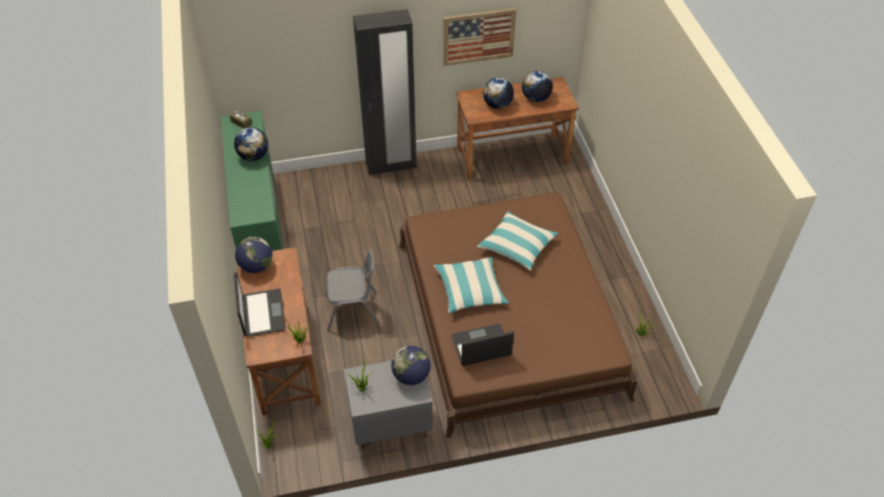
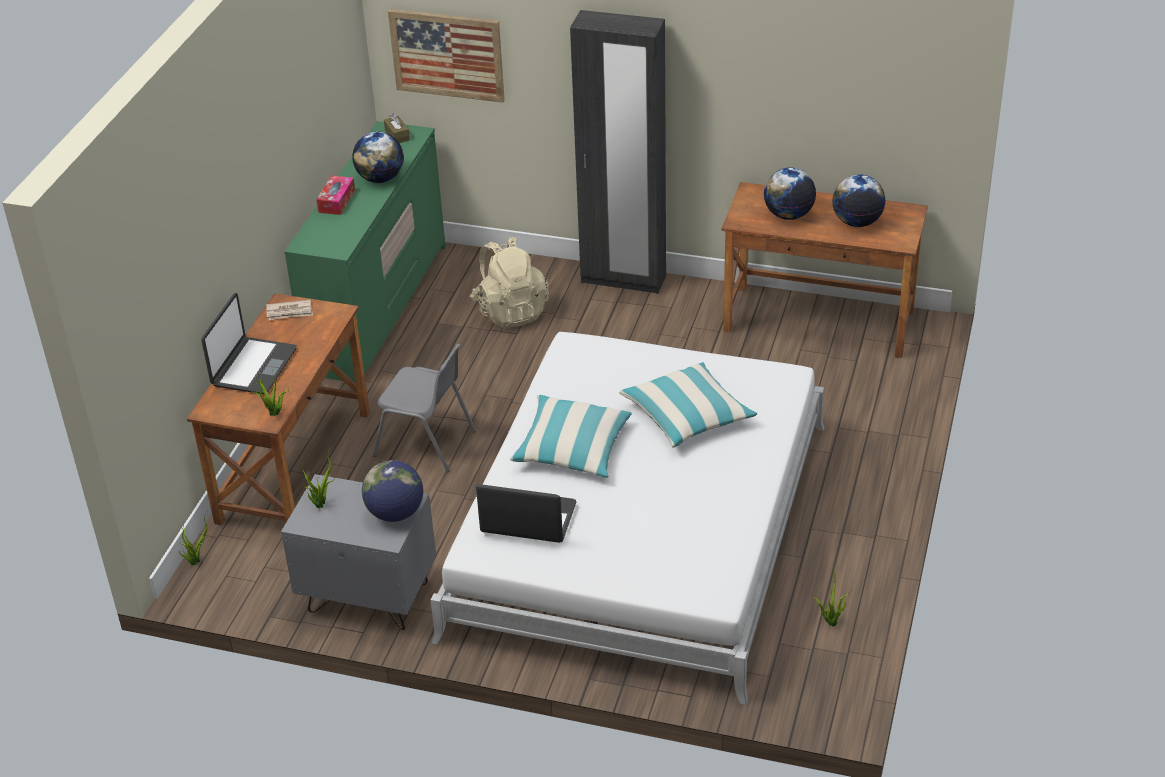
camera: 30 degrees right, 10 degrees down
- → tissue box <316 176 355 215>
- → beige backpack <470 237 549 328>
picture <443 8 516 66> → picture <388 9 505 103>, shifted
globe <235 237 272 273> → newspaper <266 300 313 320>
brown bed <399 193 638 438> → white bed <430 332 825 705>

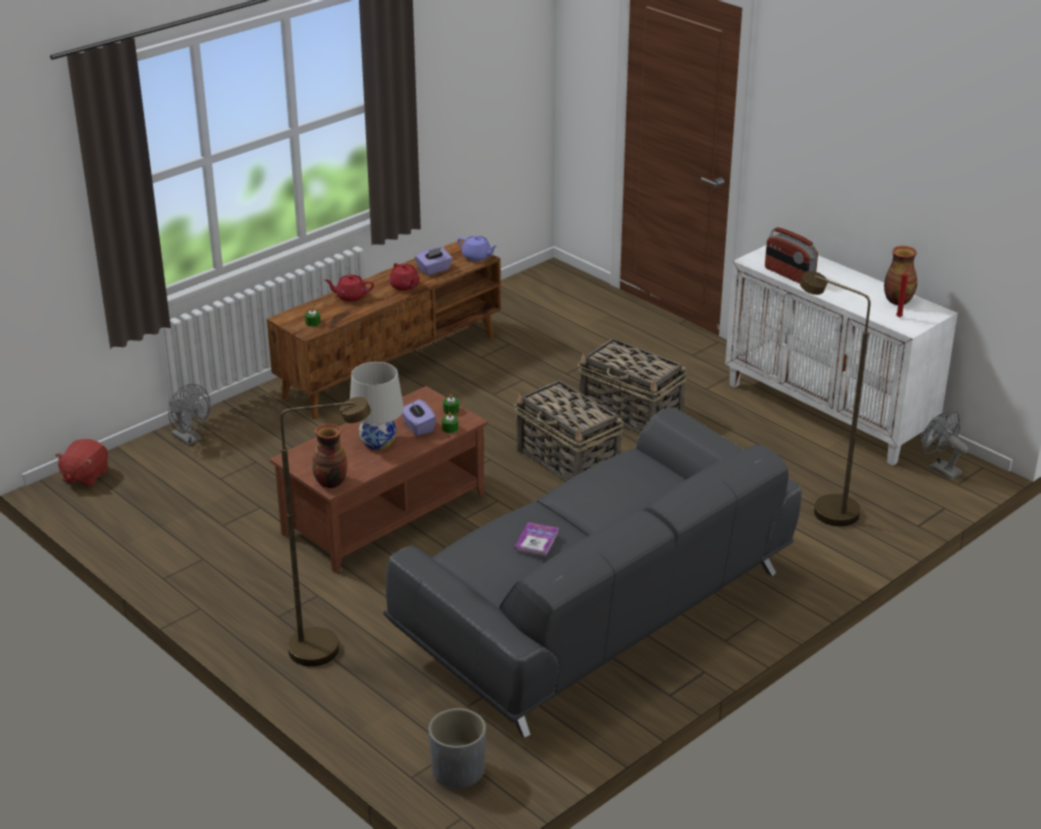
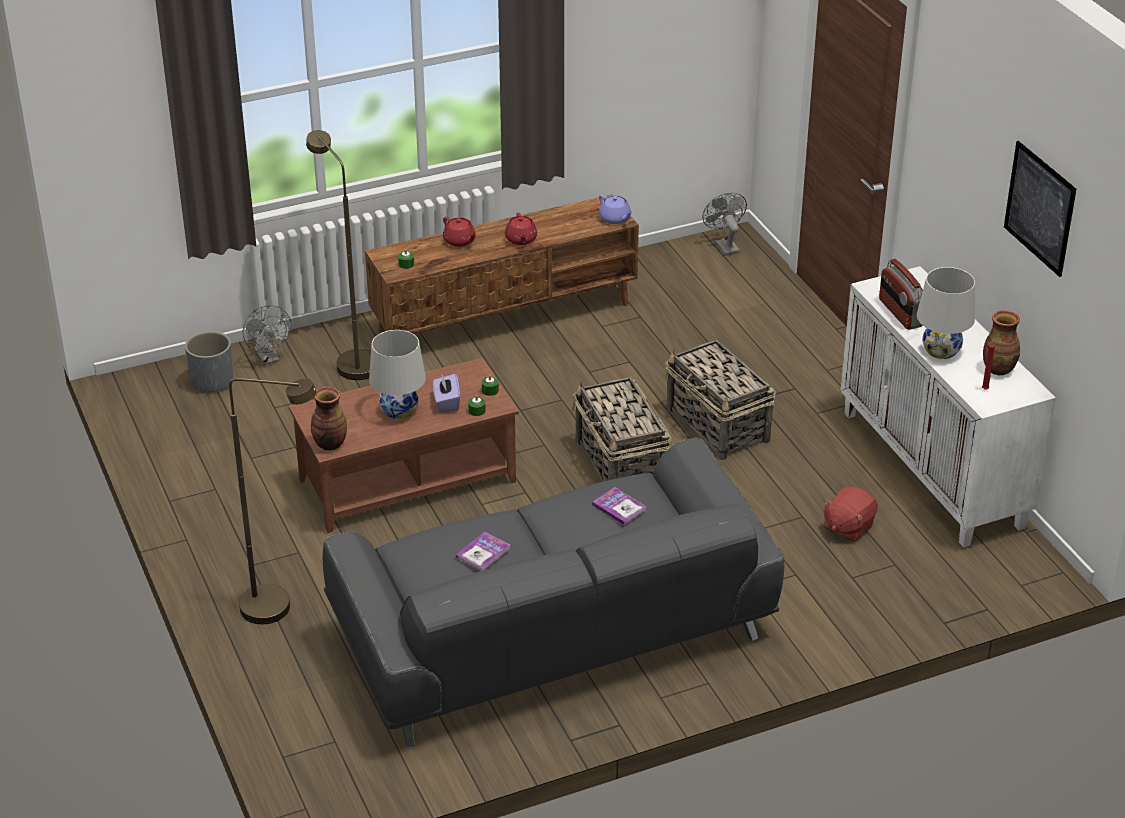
camera: 20 degrees right, 5 degrees up
purple tissue box <415 247 452 276> → -
- → book <592 487 647 525>
- → white table lamp <917 267 975 359>
- → picture <1004 141 1076 277>
red plush toy <55 439 108 487> → red plush toy <823 487 878 542>, shifted
grey planter <428 708 486 790> → grey planter <185 331 233 394>, shifted
brown floor lamp <800 271 870 526> → brown floor lamp <306 130 371 380>, shifted
grey fan <922 411 968 480> → grey fan <703 193 747 256>, shifted
red teapot <325 274 374 302> → red teapot <443 217 476 247>, 150 degrees counterclockwise

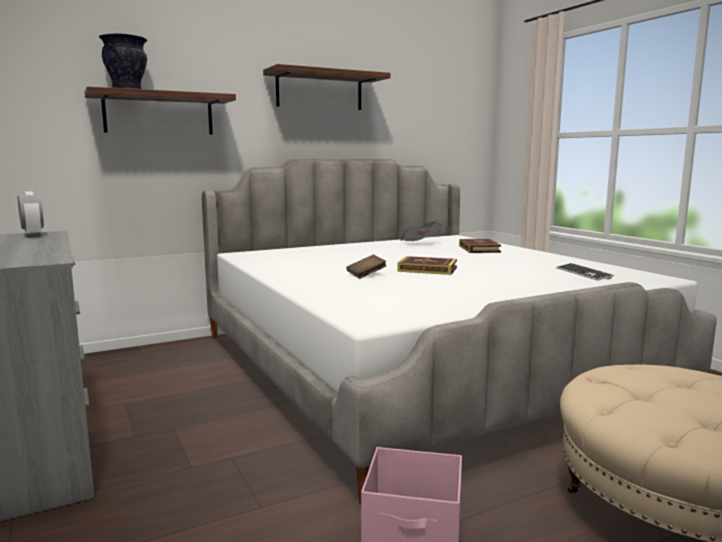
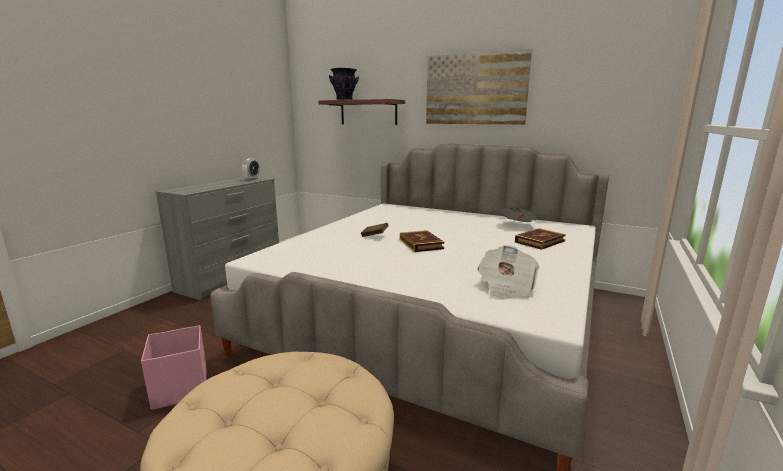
camera: 55 degrees right, 5 degrees up
shelf <263 64 391 110> → picture <426 49 532 124>
keyboard <556 263 614 281> → newspaper <477 245 540 300>

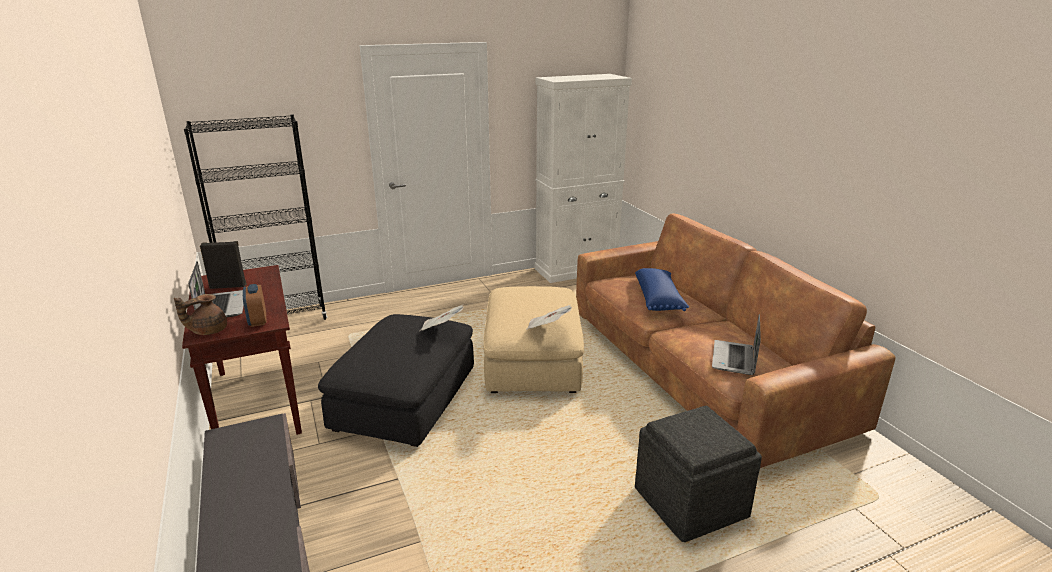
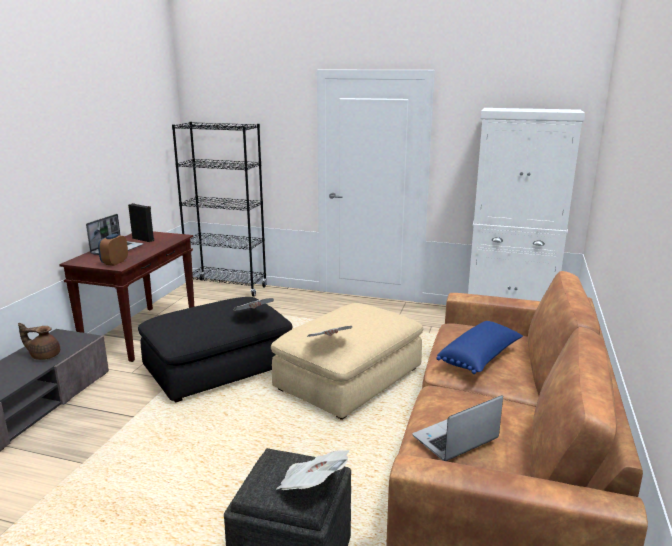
camera: 40 degrees right, 5 degrees down
- → newspaper <277 450 349 490>
brown teapot <174 294 227 335> → brown teapot <18 323 60 360>, shifted

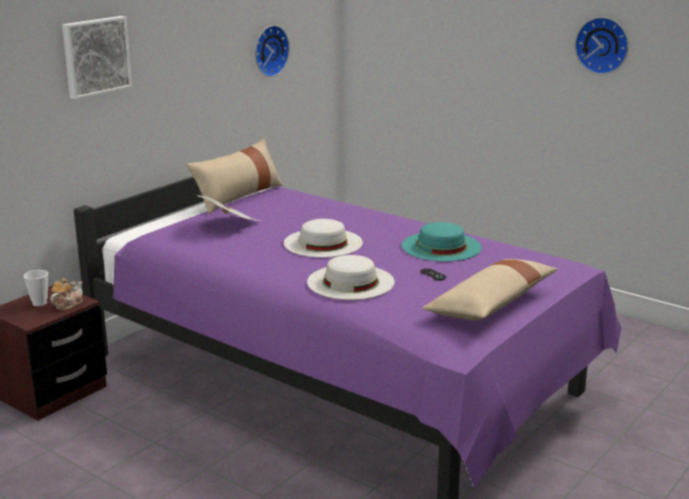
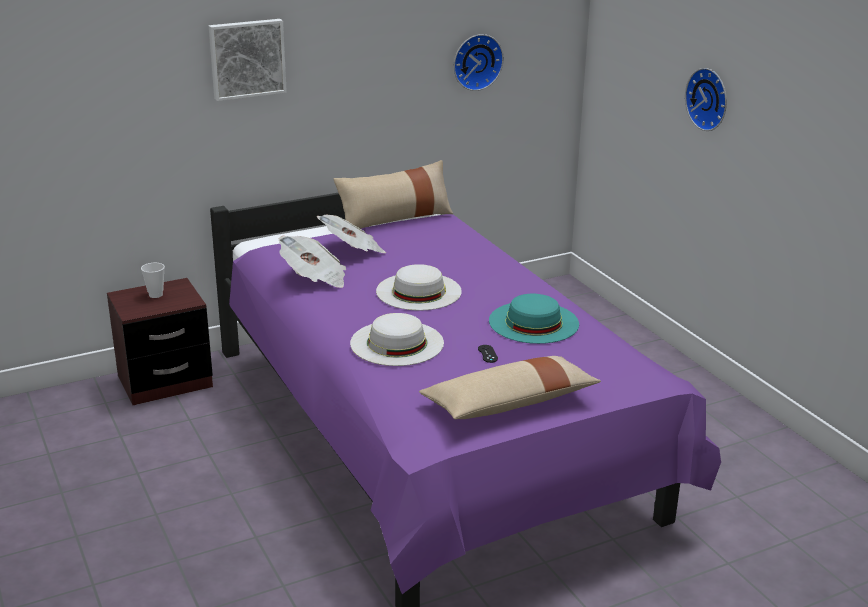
camera: 25 degrees right, 5 degrees up
teapot <50 278 83 310> → -
- → newspaper <279 236 346 288>
wall clock <575 17 629 74> → wall clock <685 68 727 131>, shifted

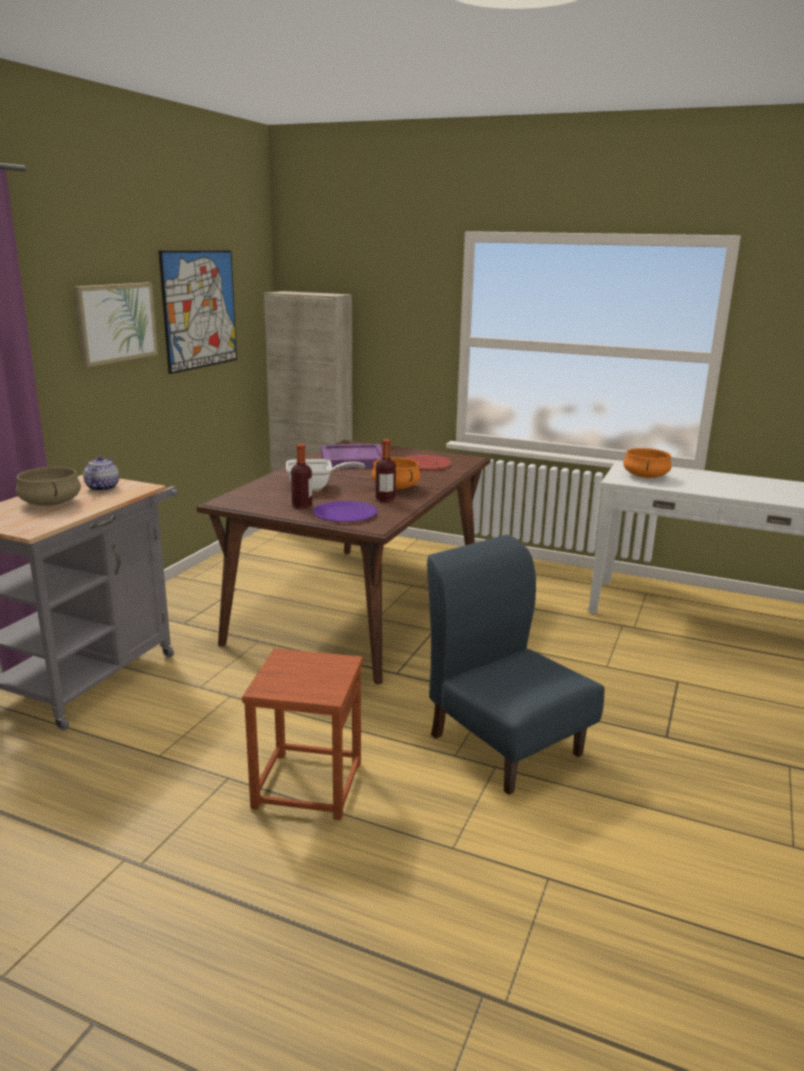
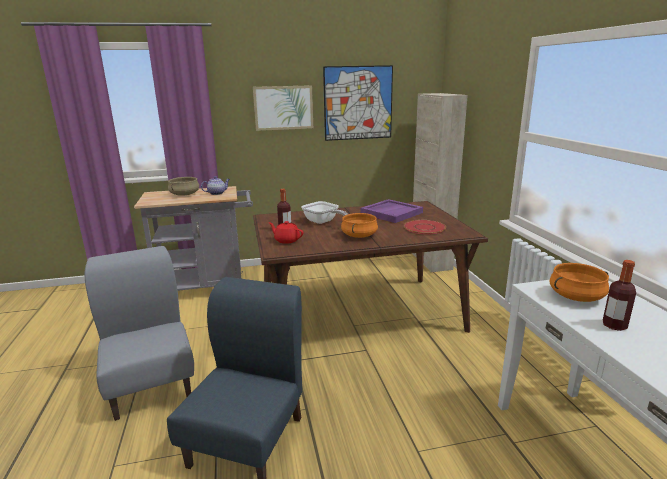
camera: 55 degrees right, 0 degrees up
bottle <376 439 396 502> → bottle <603 260 636 331>, shifted
brown stool <242 648 363 820> → grey chair <85 246 194 421>
purple plate <313 501 377 522> → red teapot <269 221 303 244>

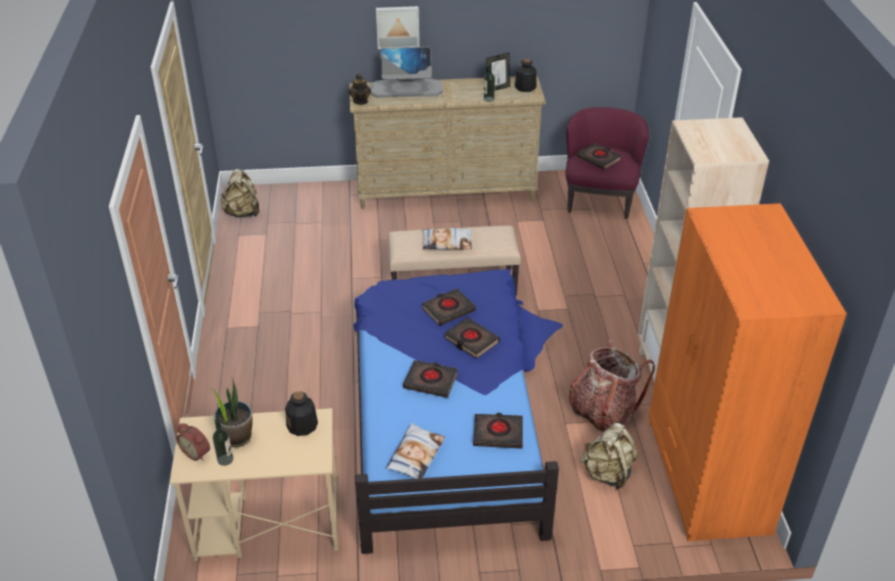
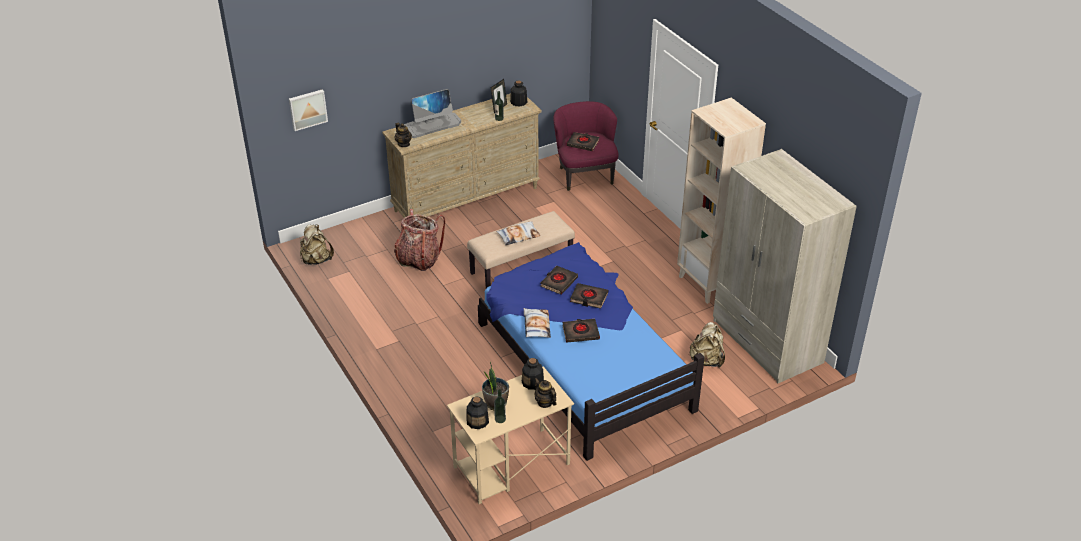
camera: 25 degrees left, 0 degrees up
black book <473 413 523 449> → -
- → teapot <535 378 557 408>
picture <376 6 419 49> → picture <289 89 328 131>, shifted
pillow <386 423 445 479> → pillow <524 308 551 338>, shifted
backpack <569 337 655 432> → backpack <394 209 445 271>, shifted
alarm clock <177 423 210 461> → bottle <466 396 489 429>
orange wardrobe <649 203 847 541> → beige wardrobe <713 149 857 383>

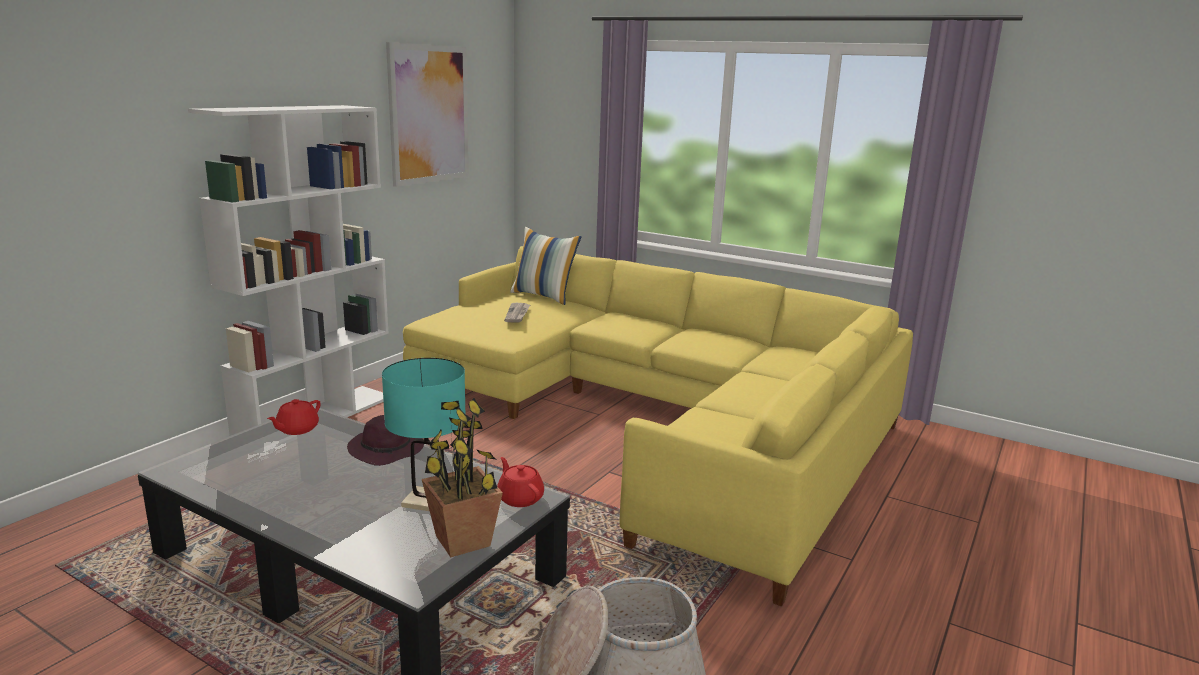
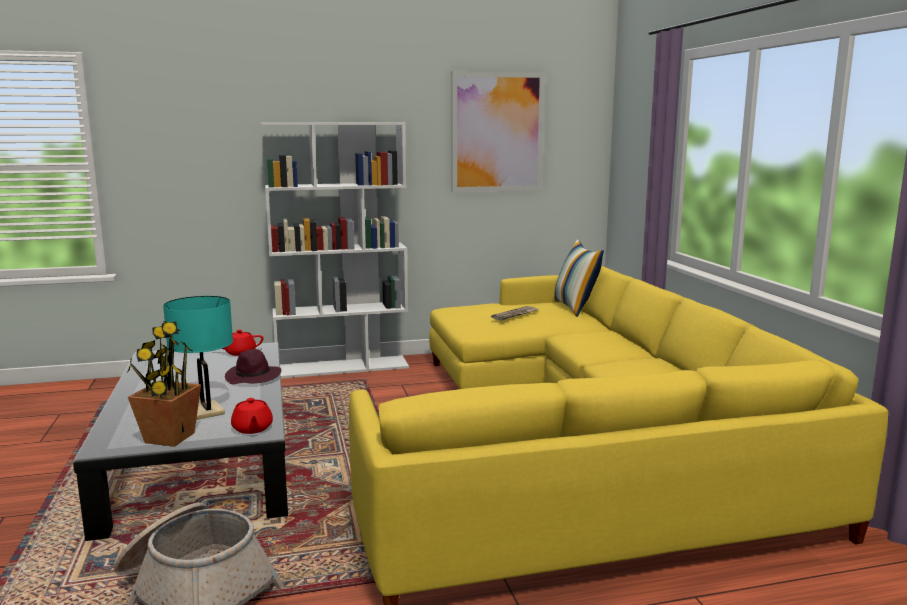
camera: 45 degrees right, 5 degrees down
red teapot <497 457 544 507> → red teapot <231 398 273 434>, 150 degrees clockwise

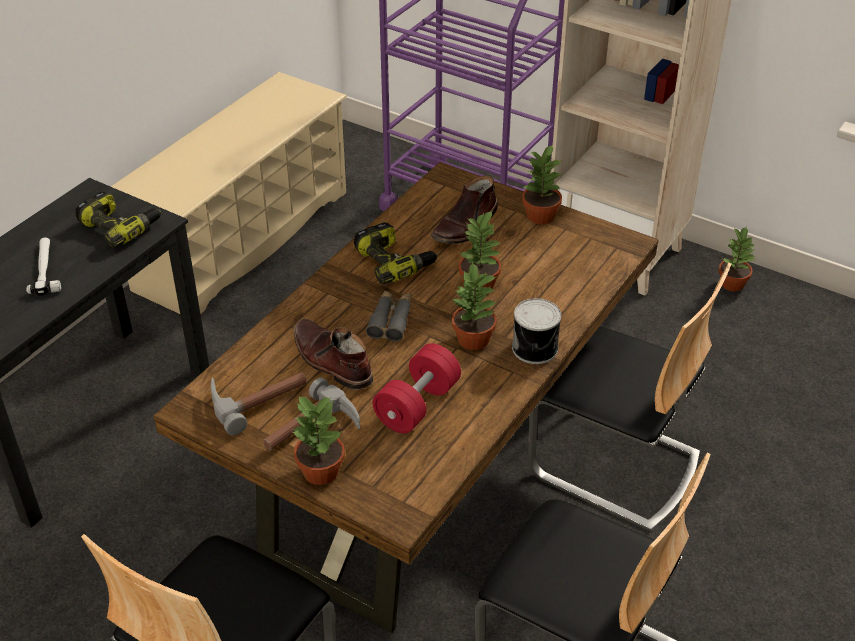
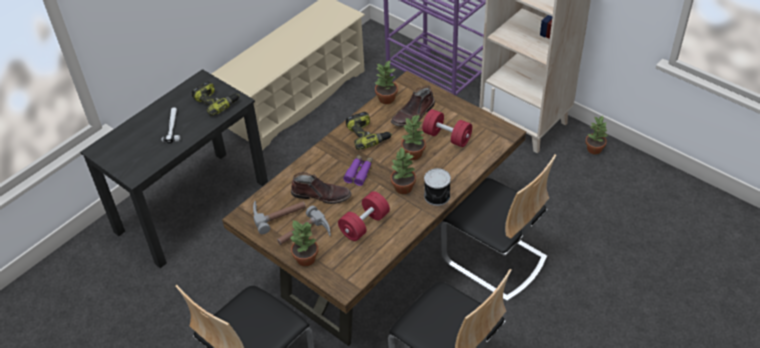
camera: 10 degrees right, 5 degrees up
- → red dumbbell <422 109 472 147>
potted plant <522 144 562 224> → potted plant <375 61 398 104>, shifted
grey binoculars <366 290 412 342> → purple binoculars <343 155 373 186>
brown boot <294 319 373 390> → brown boot <291 172 352 204>, 135 degrees clockwise

